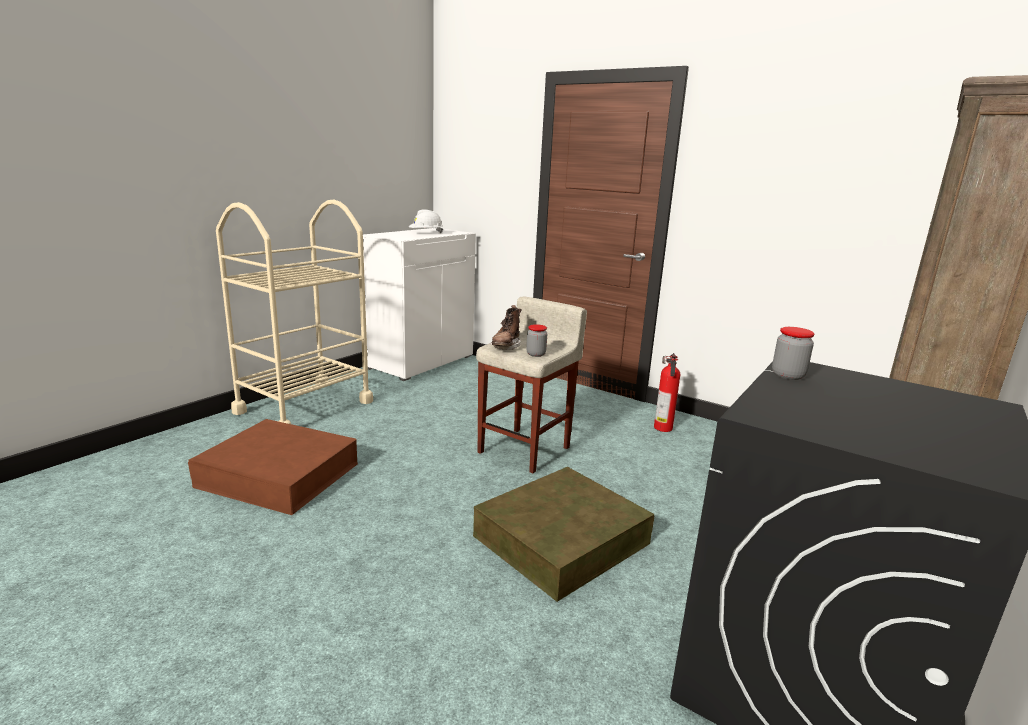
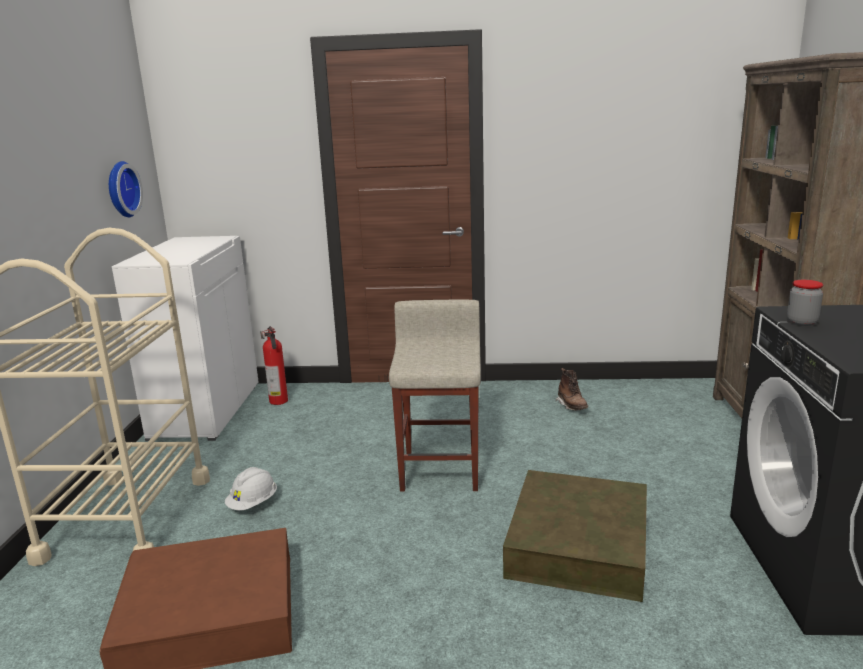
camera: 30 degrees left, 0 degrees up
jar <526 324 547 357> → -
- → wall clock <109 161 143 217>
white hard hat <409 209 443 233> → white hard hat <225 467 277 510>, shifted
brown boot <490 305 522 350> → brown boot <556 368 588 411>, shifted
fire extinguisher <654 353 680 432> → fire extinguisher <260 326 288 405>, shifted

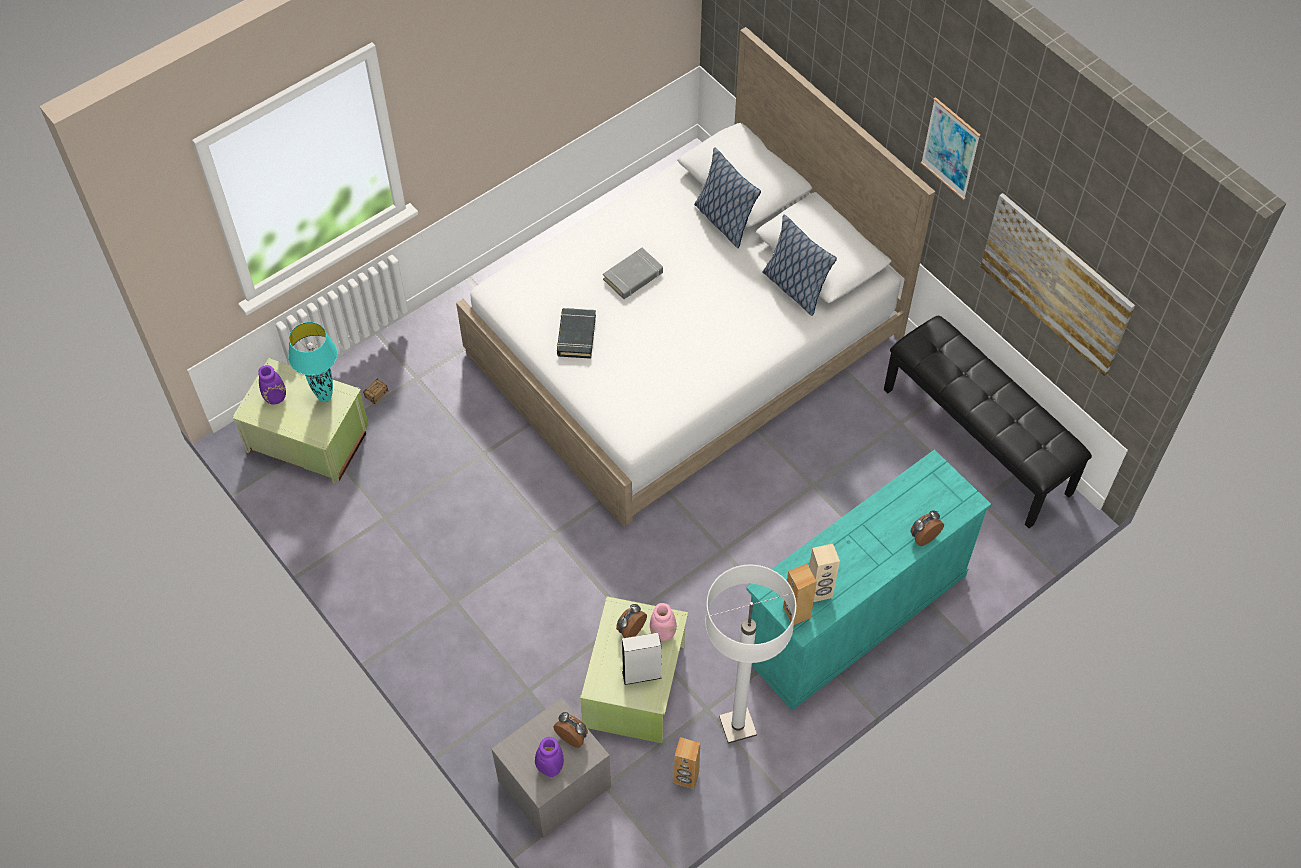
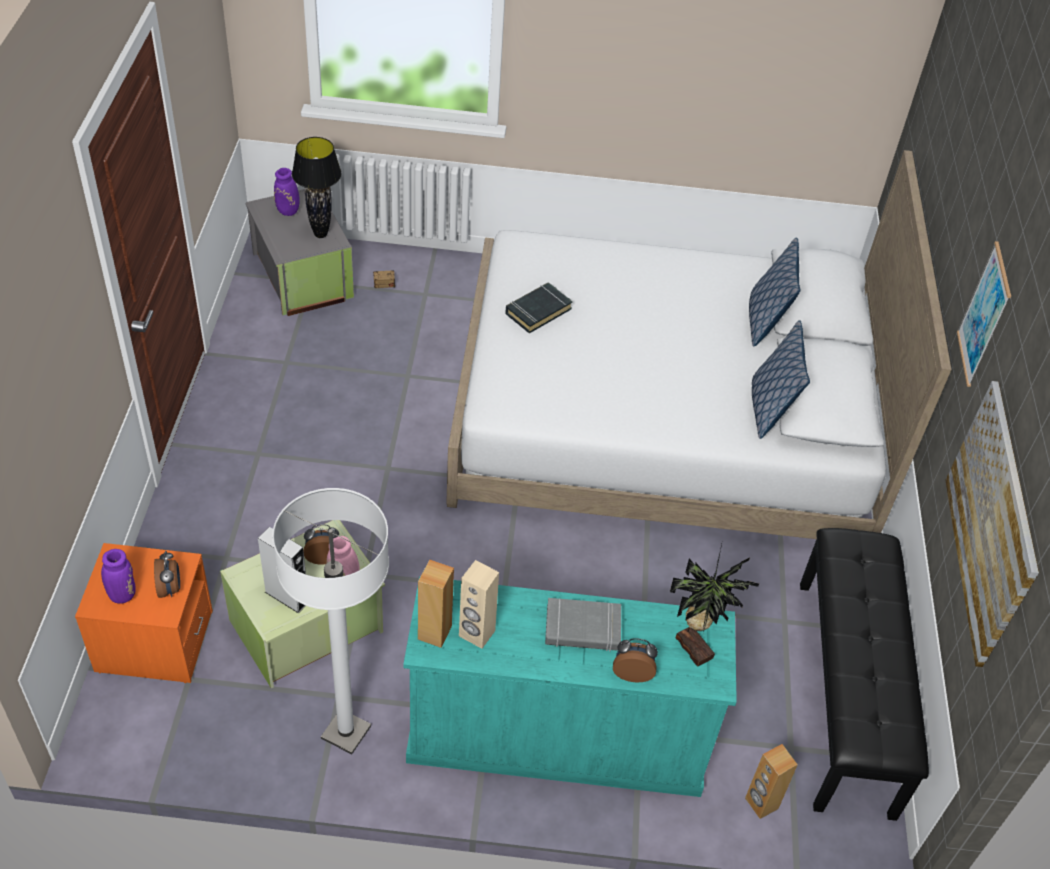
camera: 40 degrees right, 10 degrees down
- → potted plant <670 544 759 667>
grey book <603 248 663 299> → grey book <545 598 621 651>, shifted
brown speaker <674 737 700 789> → brown speaker <745 744 798 819>, shifted
green storage box <233 358 369 483> → grey storage box <246 189 354 316>
turquoise table lamp <288 322 337 402> → black table lamp <292 137 342 238>
grey nightstand <491 698 611 838> → orange nightstand <75 543 213 683>

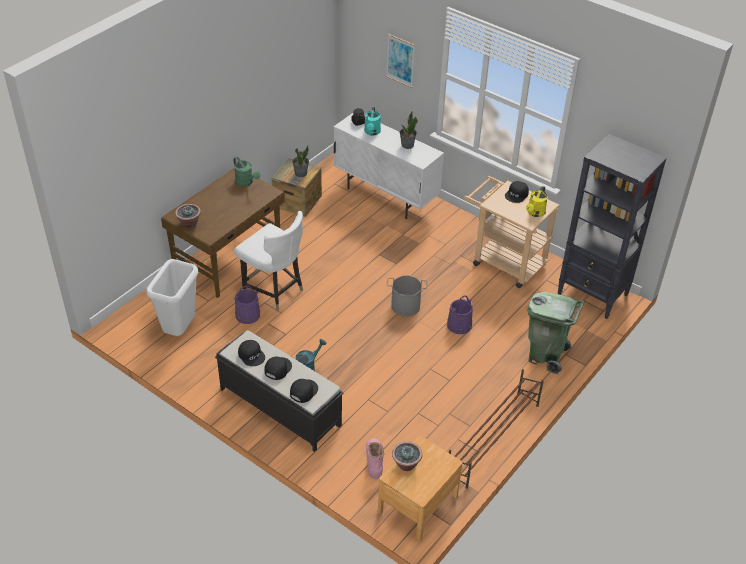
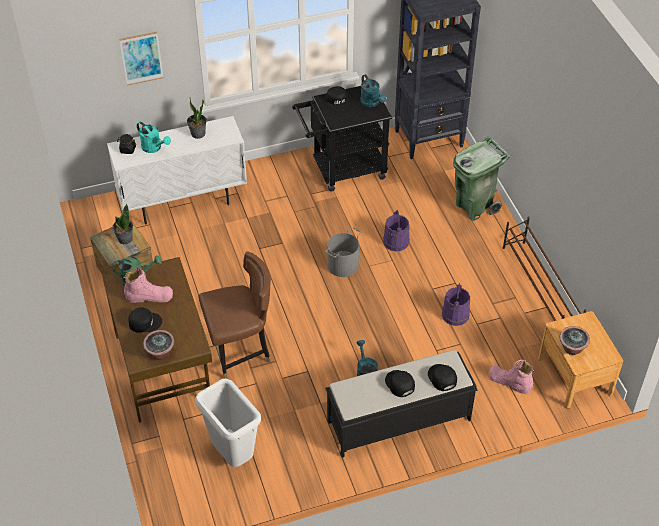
camera: 55 degrees left, 5 degrees up
- → pink boot <123 268 173 303>
purple bucket <233 286 260 324> → purple bucket <442 283 470 326>, shifted
black cap <238 340 265 366> → black cap <128 307 162 333>, shifted
white chair <234 211 303 311> → brown chair <198 251 271 379>
beige cart <464 176 560 288> → black cart <292 86 392 192>
yellow watering can <526 186 548 217> → turquoise watering can <360 75 386 107>

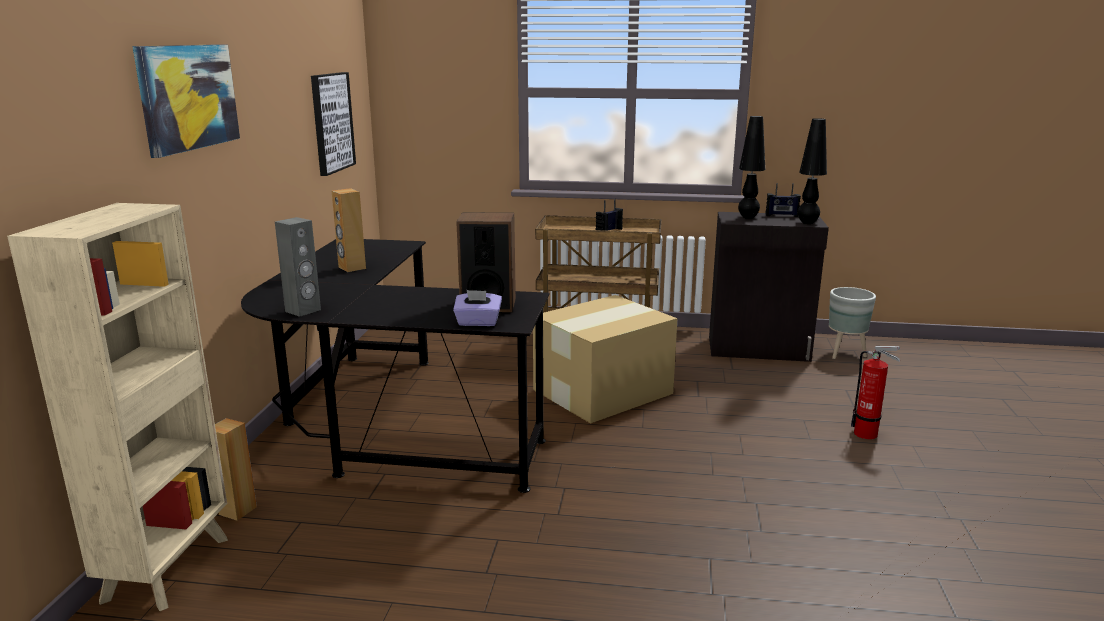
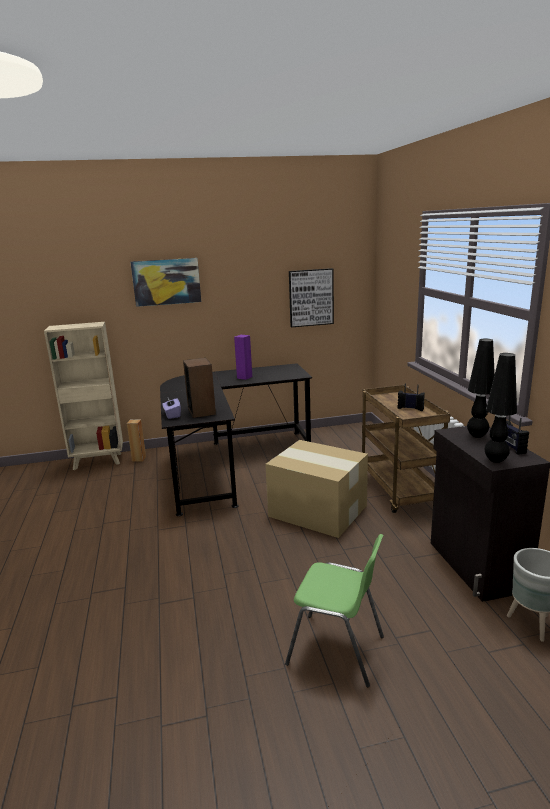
camera: 70 degrees right, 0 degrees up
grey speaker <275 217 321 317> → -
fire extinguisher <851 346 900 439> → green chair <285 534 384 688>
brown speaker <332 188 366 272> → purple speaker <234 335 252 380>

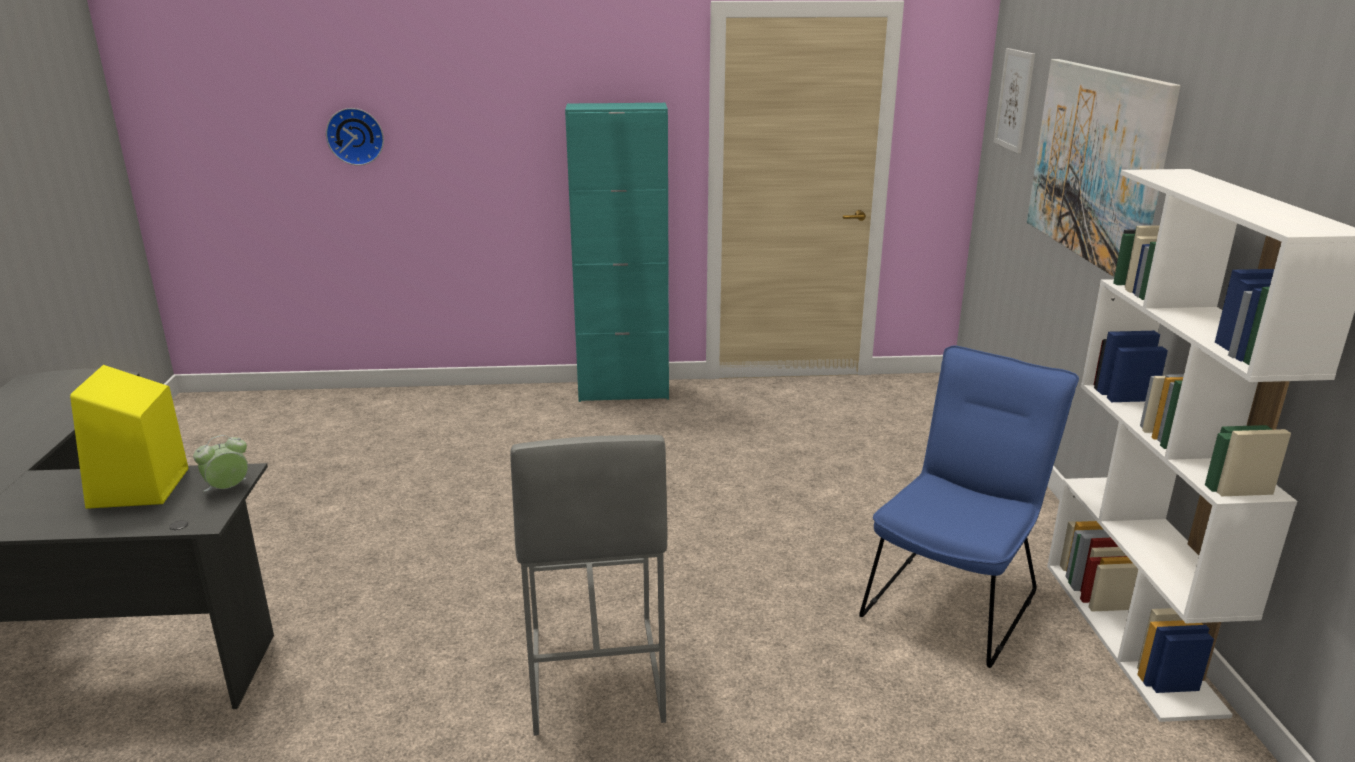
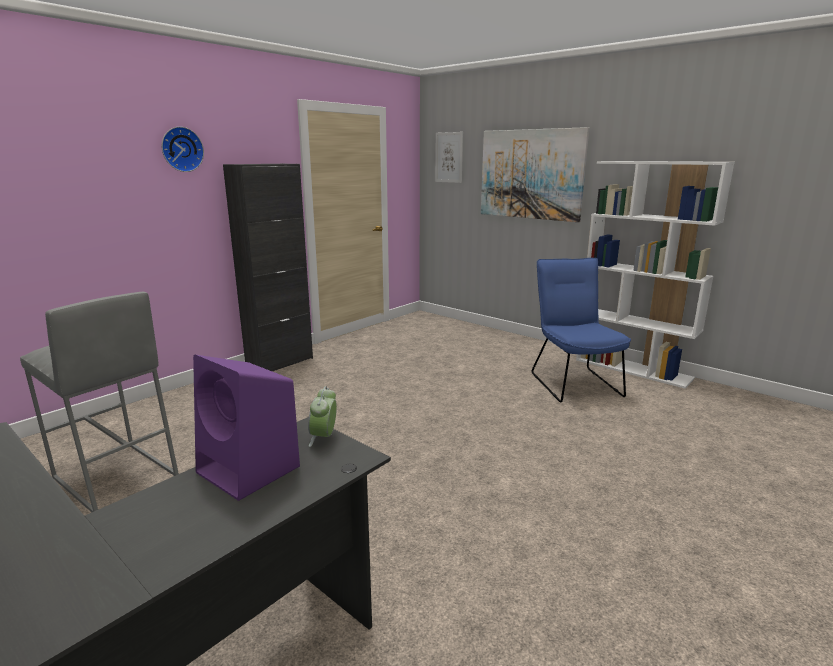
camera: 45 degrees left, 5 degrees down
wall clock <326 108 384 166> → wall clock <162 127 204 172>, shifted
grey stool <510 435 667 736> → grey stool <20 292 179 512>, shifted
yellow speaker <70 365 188 509> → purple speaker <193 354 300 501>
turquoise cabinet <565 103 669 402> → black cabinet <223 164 313 371>

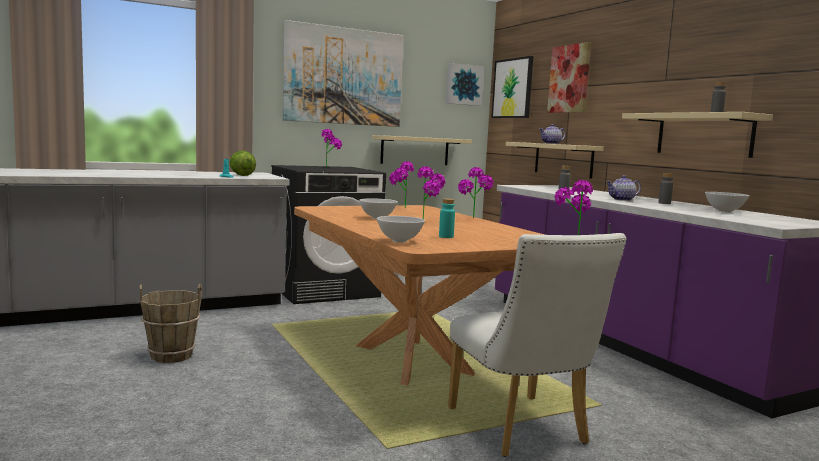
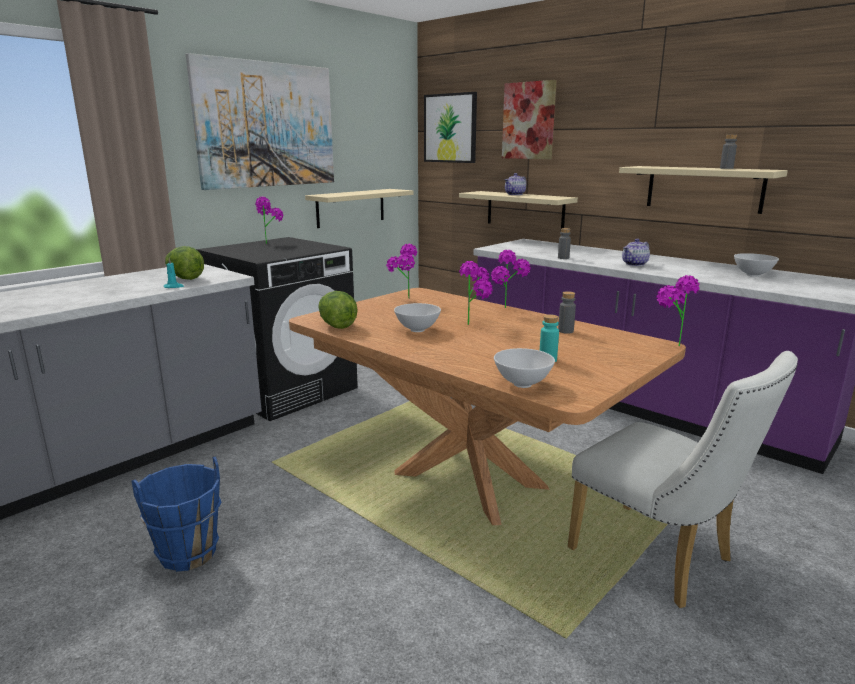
camera: 20 degrees left, 10 degrees up
picture <446 63 484 106> → -
- → lettuce <318 291 358 329>
grey bottle <658 173 673 204> → grey bottle <558 291 576 334>, shifted
brown bucket <140 284 202 363> → blue bucket <132 456 221 572>

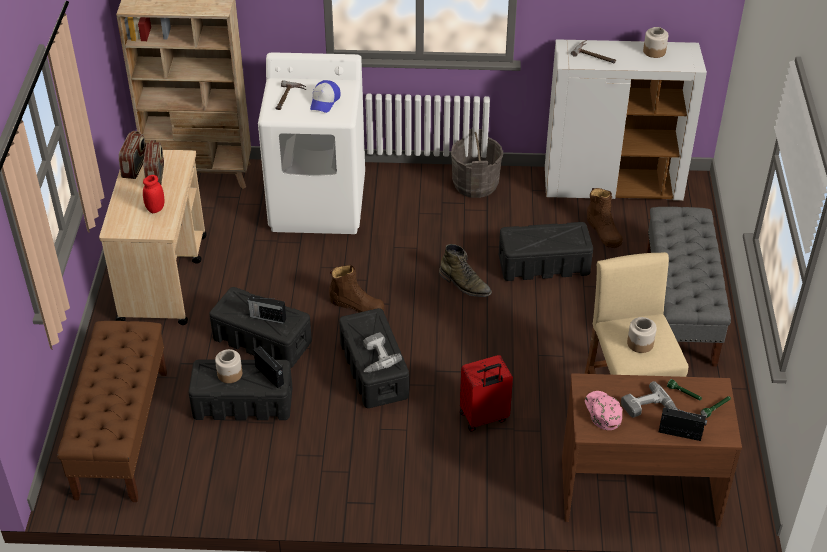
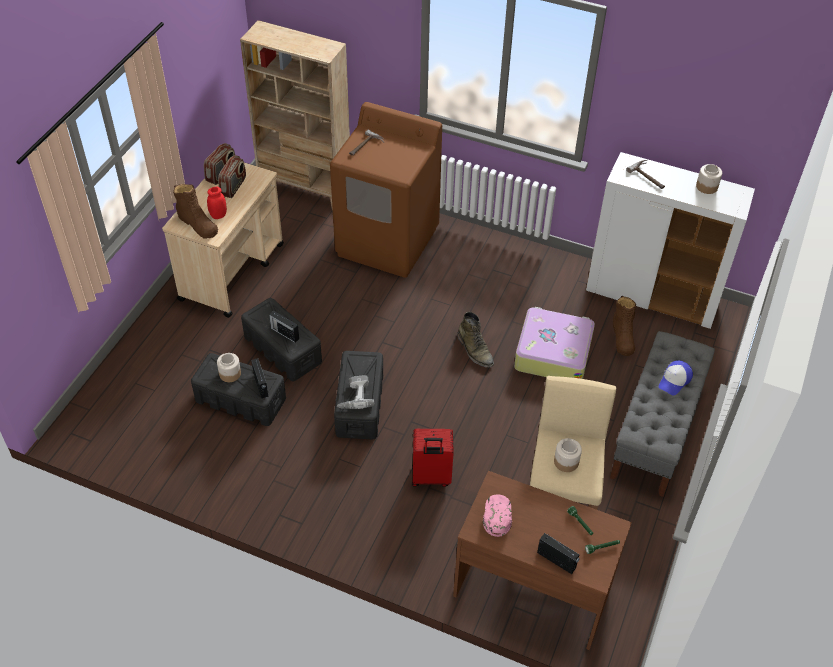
camera: 20 degrees right, 5 degrees up
brown bench <57 321 167 502> → -
grey bucket <451 128 503 198> → -
power drill <621 381 678 417> → -
cap <310 80 341 113> → cap <659 360 693 396>, shifted
brown boot <329 265 384 312> → brown boot <173 184 218 239>, shifted
black storage box <499 222 593 281> → suitcase <514 307 595 379>
white washing machine <258 52 365 234> → brown washing machine <330 102 442 278>

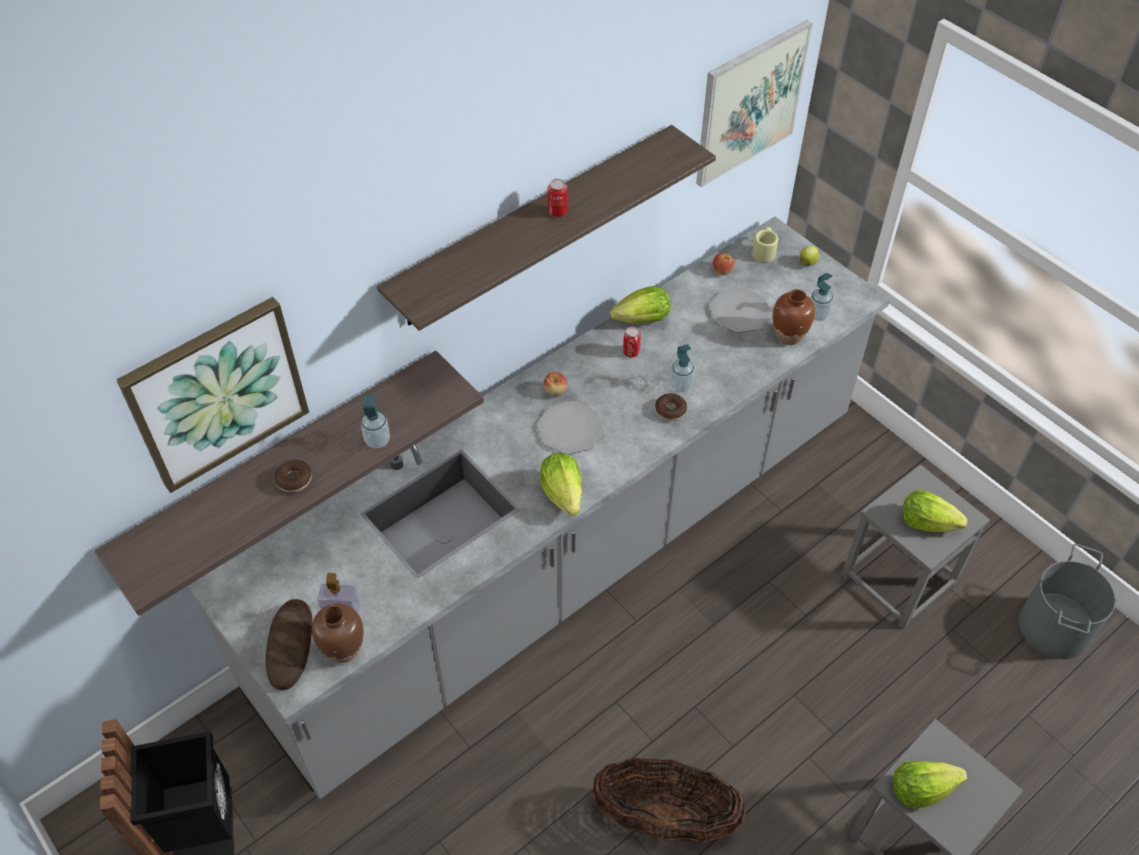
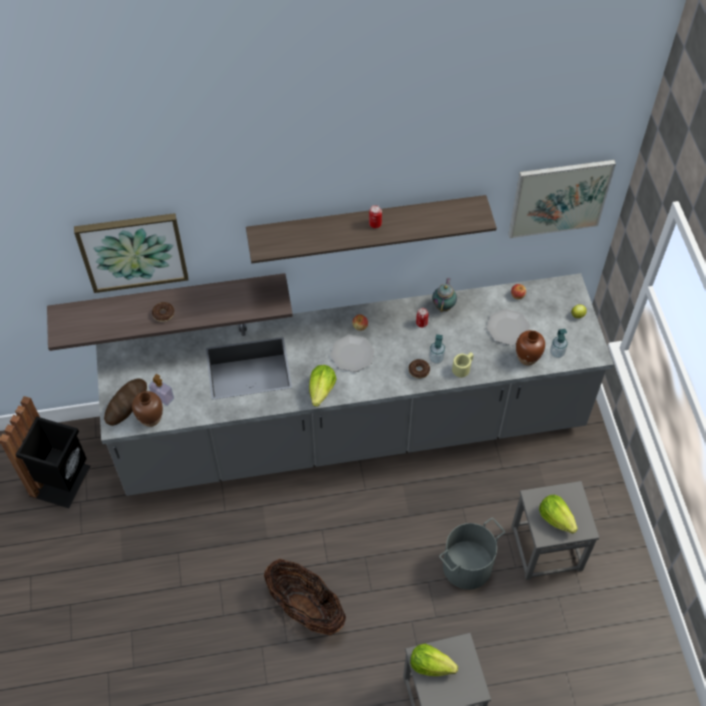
camera: 30 degrees right, 5 degrees up
soap dispenser <361 395 390 449> → -
beige mug <752 227 778 263> → beige mug <452 352 473 378>, shifted
grey bucket <1019 544 1116 659> → grey bucket <439 518 505 590>, shifted
lettuce <610 286 671 323> → teapot <432 278 457 313>

